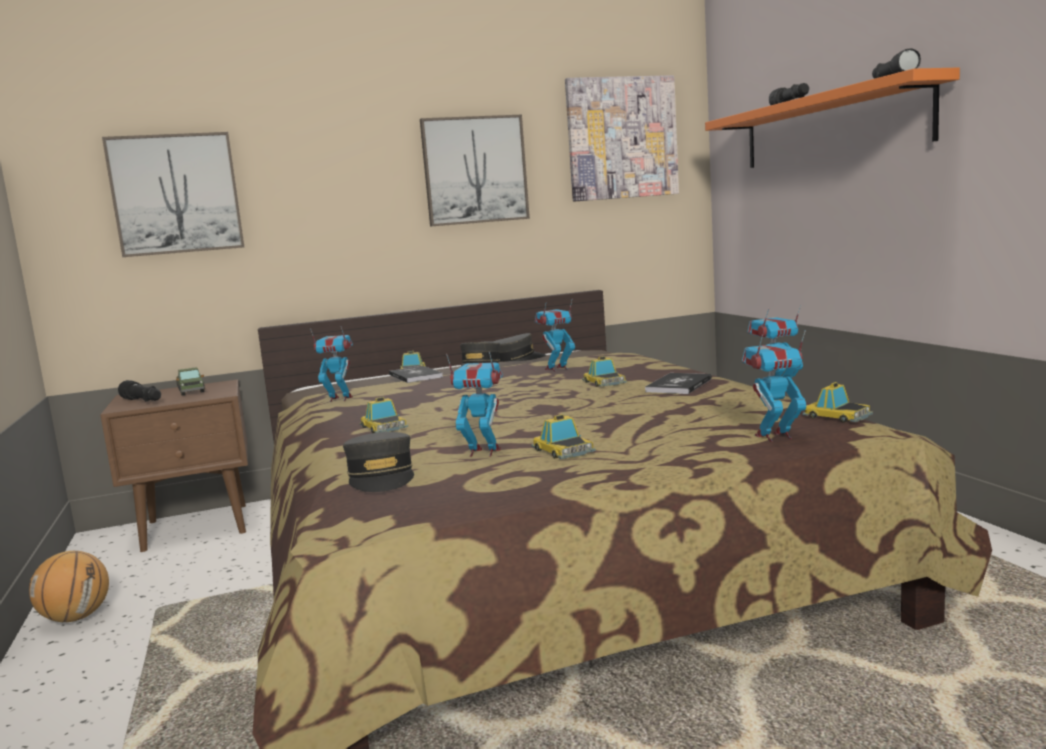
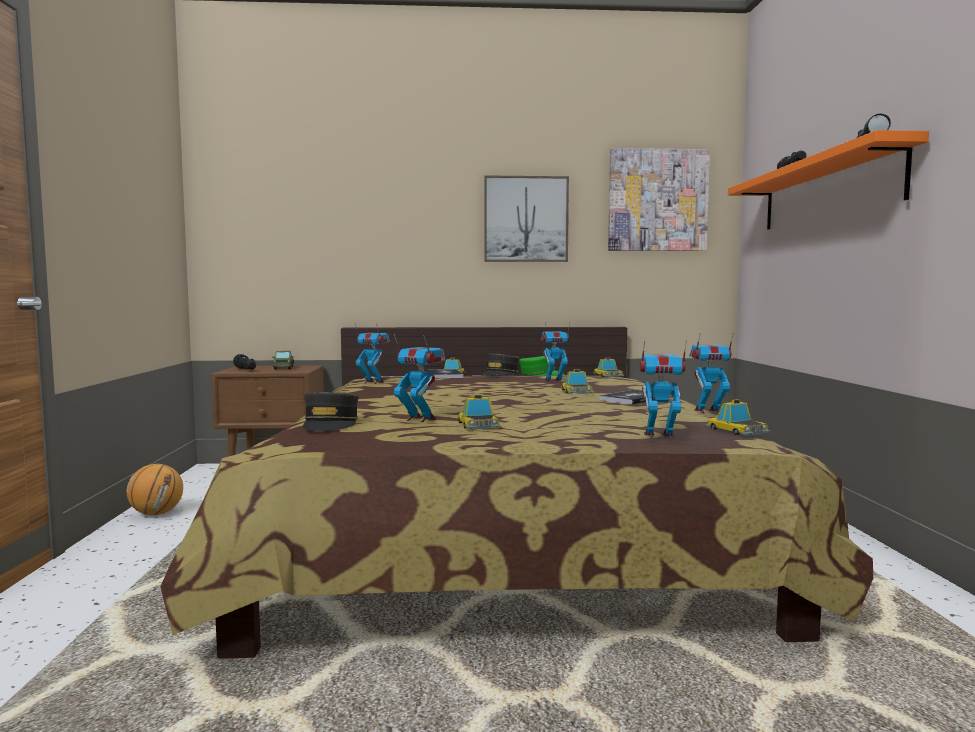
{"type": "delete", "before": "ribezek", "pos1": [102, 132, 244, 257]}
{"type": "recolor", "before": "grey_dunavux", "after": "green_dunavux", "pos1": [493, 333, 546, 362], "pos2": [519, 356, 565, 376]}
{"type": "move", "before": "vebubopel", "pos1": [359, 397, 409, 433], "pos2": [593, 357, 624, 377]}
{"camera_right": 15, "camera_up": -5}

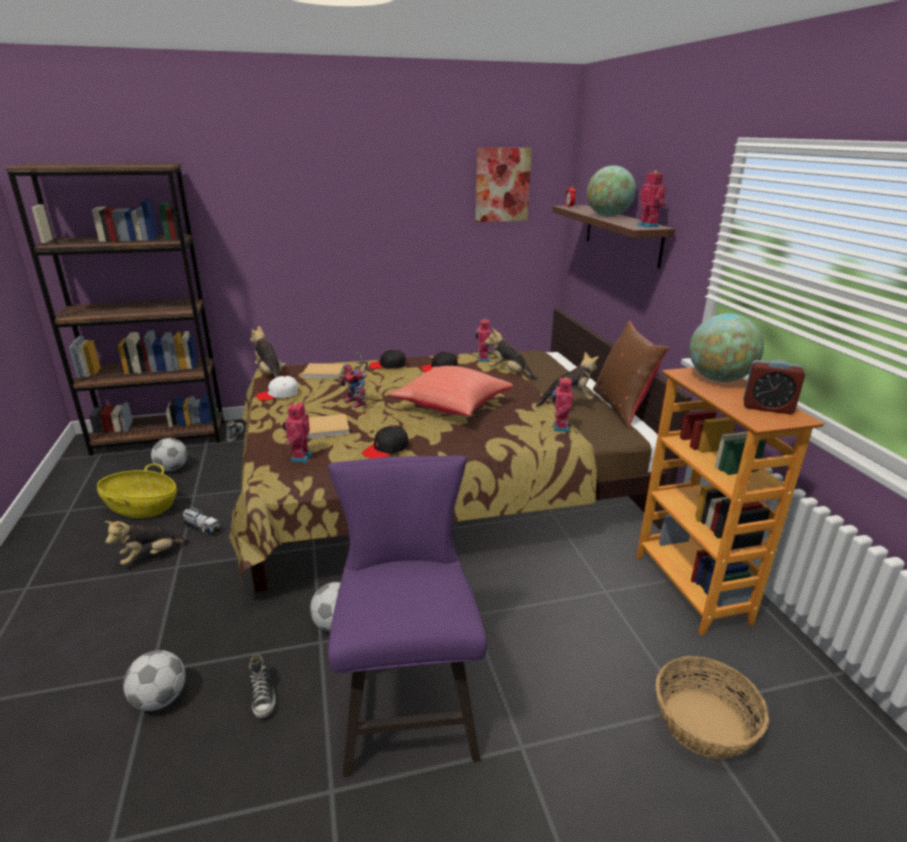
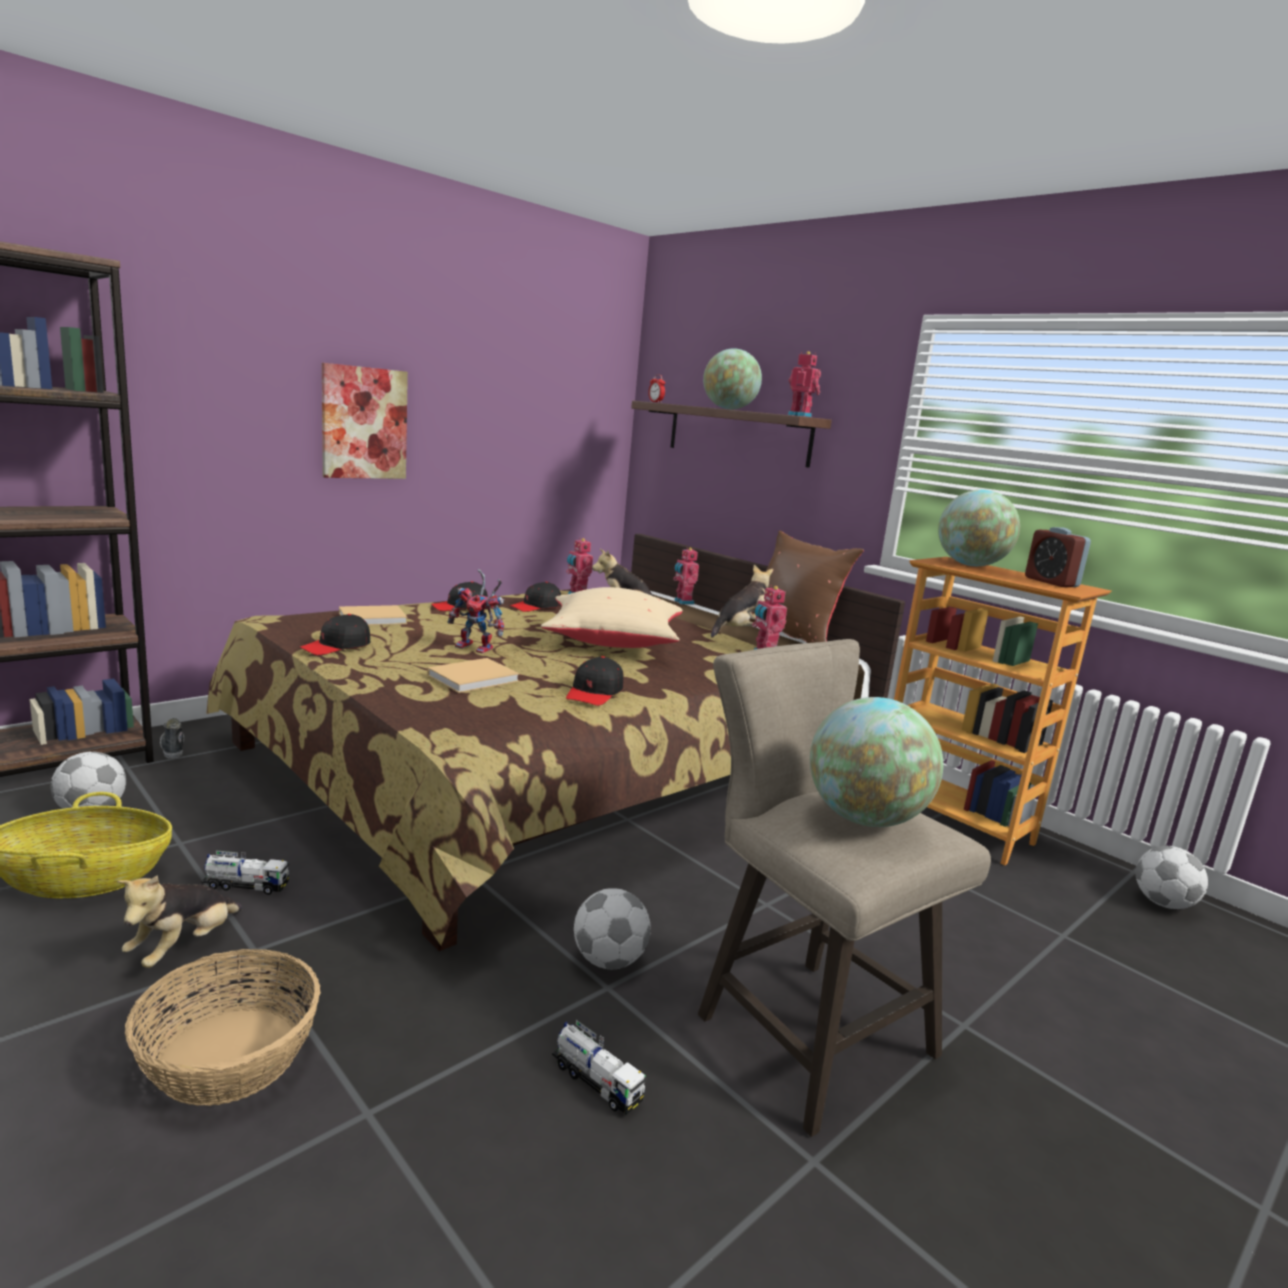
{"type": "move", "before": "ribezek", "pos1": [475, 148, 532, 222], "pos2": [322, 363, 408, 479]}
{"type": "delete", "before": "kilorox", "pos1": [250, 326, 286, 377]}
{"type": "rotate", "before": "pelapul", "pos1": [743, 360, 805, 414], "pos2": [1025, 527, 1091, 587], "turn": 75}
{"type": "recolor", "before": "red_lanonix", "after": "beige_lanonix", "pos1": [388, 366, 513, 416], "pos2": [541, 587, 683, 648]}
{"type": "recolor", "before": "white_dunavux", "after": "black_dunavux", "pos1": [256, 376, 299, 401], "pos2": [300, 614, 370, 655]}
{"type": "move", "before": "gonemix", "pos1": [283, 400, 312, 462], "pos2": [673, 547, 699, 605]}
{"type": "recolor", "before": "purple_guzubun", "after": "beige_guzubun", "pos1": [328, 456, 487, 777], "pos2": [698, 639, 991, 1137]}
{"type": "move", "before": "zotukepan", "pos1": [123, 650, 186, 711], "pos2": [1136, 846, 1208, 909]}
{"type": "replace", "before": "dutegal", "after": "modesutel", "pos1": [249, 653, 276, 718], "pos2": [552, 1020, 647, 1115]}
{"type": "move", "before": "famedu", "pos1": [655, 656, 769, 759], "pos2": [125, 949, 321, 1106]}
{"type": "insert", "after": "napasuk", "pos2": [810, 697, 943, 827]}
{"camera_right": -30, "camera_up": -10}

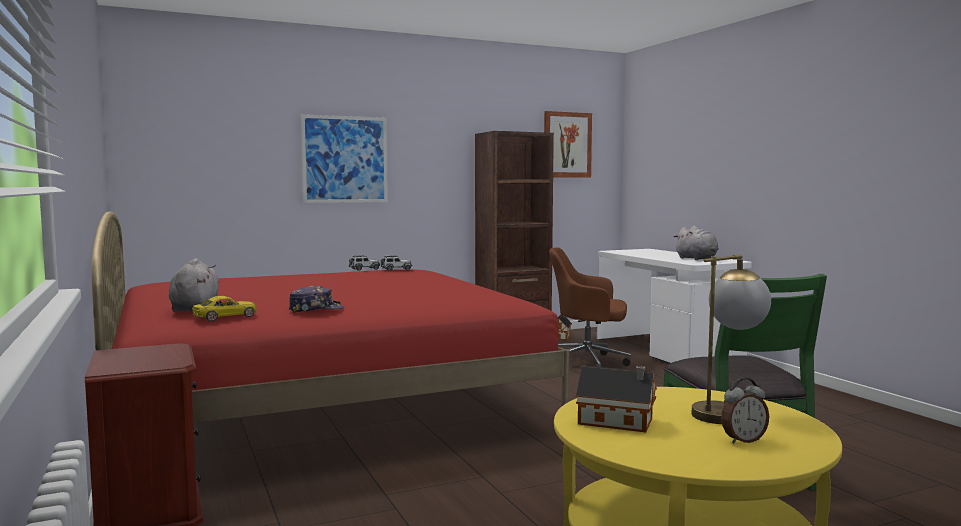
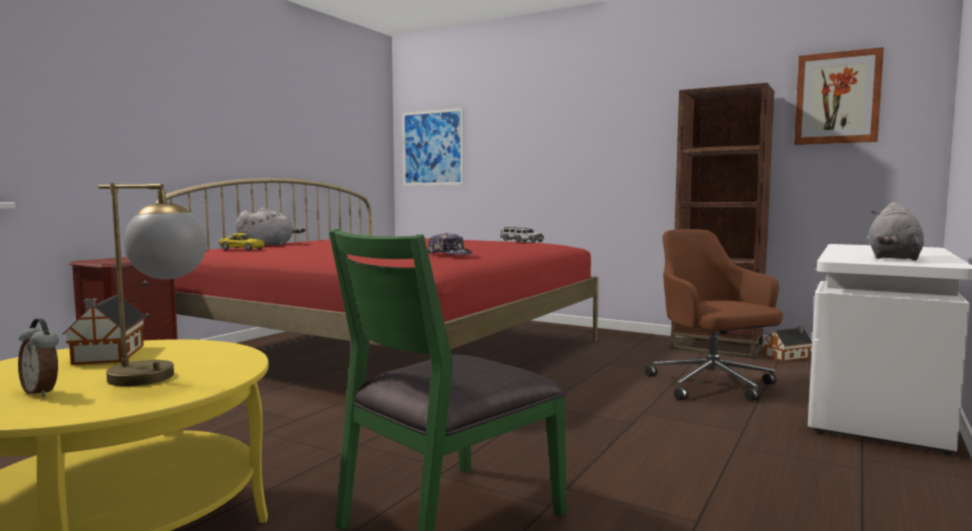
{"type": "move", "before": "ribezek", "pos1": [301, 114, 388, 203], "pos2": [402, 108, 464, 186]}
{"type": "move", "before": "dunavux", "pos1": [289, 286, 344, 313], "pos2": [428, 233, 472, 255]}
{"camera_right": 55, "camera_up": 0}

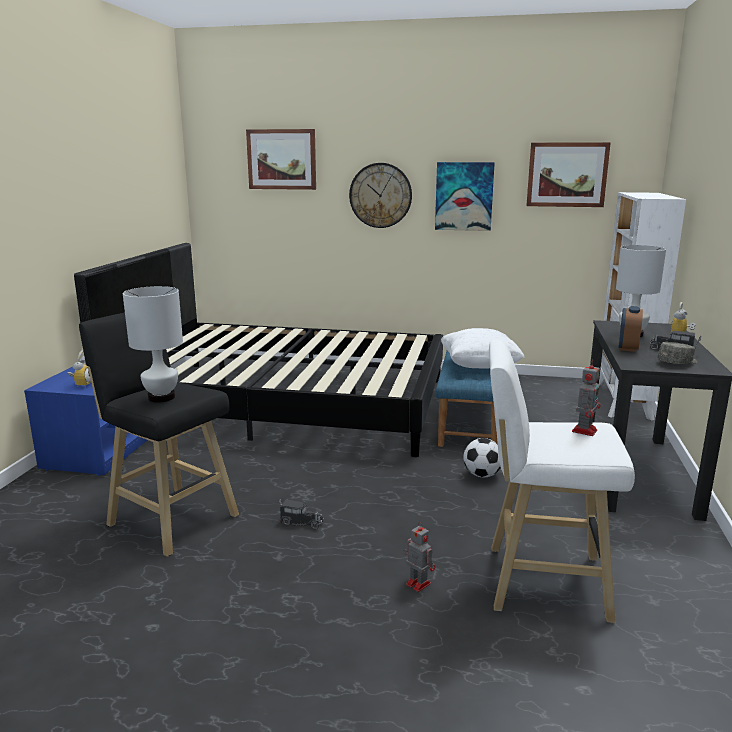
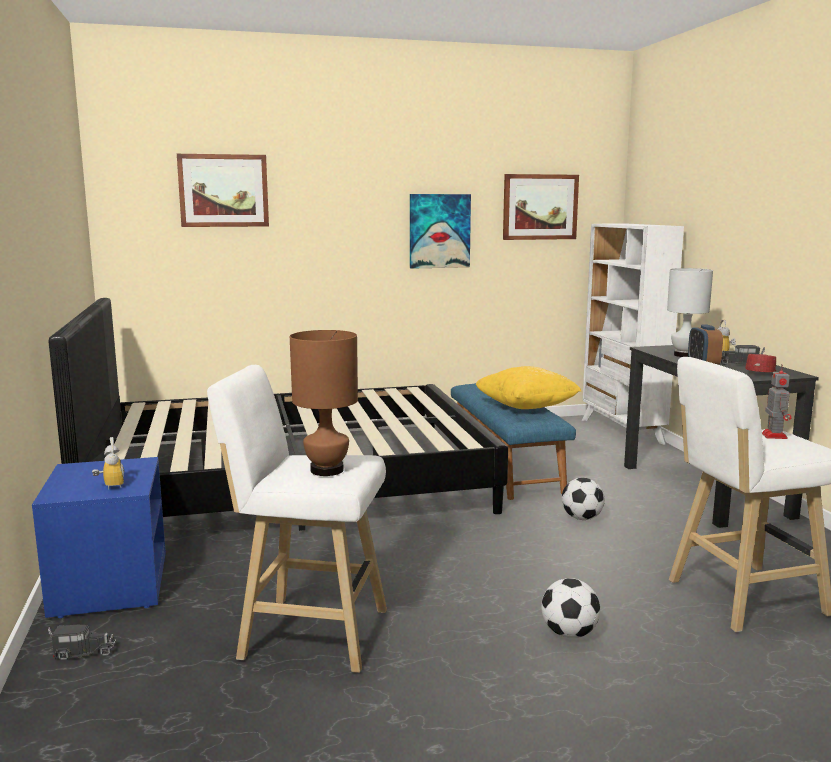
{"type": "delete", "before": "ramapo", "pos1": [349, 163, 412, 228]}
{"type": "recolor", "before": "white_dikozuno", "after": "brown_dikozuno", "pos1": [123, 286, 183, 403], "pos2": [290, 330, 358, 476]}
{"type": "recolor", "before": "black_guzubun", "after": "white_guzubun", "pos1": [79, 313, 239, 557], "pos2": [207, 365, 387, 673]}
{"type": "recolor", "before": "white_lanonix", "after": "yellow_lanonix", "pos1": [441, 328, 525, 369], "pos2": [476, 366, 581, 409]}
{"type": "recolor", "before": "grey_dunavux", "after": "red_dunavux", "pos1": [657, 342, 697, 364], "pos2": [745, 354, 776, 372]}
{"type": "move", "before": "modesutel", "pos1": [279, 499, 324, 530], "pos2": [48, 624, 116, 661]}
{"type": "delete", "before": "gonemix", "pos1": [404, 522, 435, 592]}
{"type": "insert", "after": "zotukepan", "pos2": [541, 578, 600, 638]}
{"camera_right": -25, "camera_up": -5}

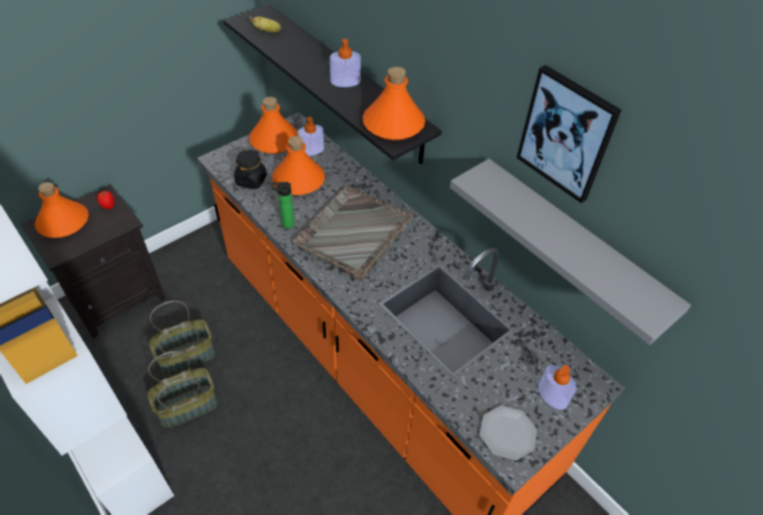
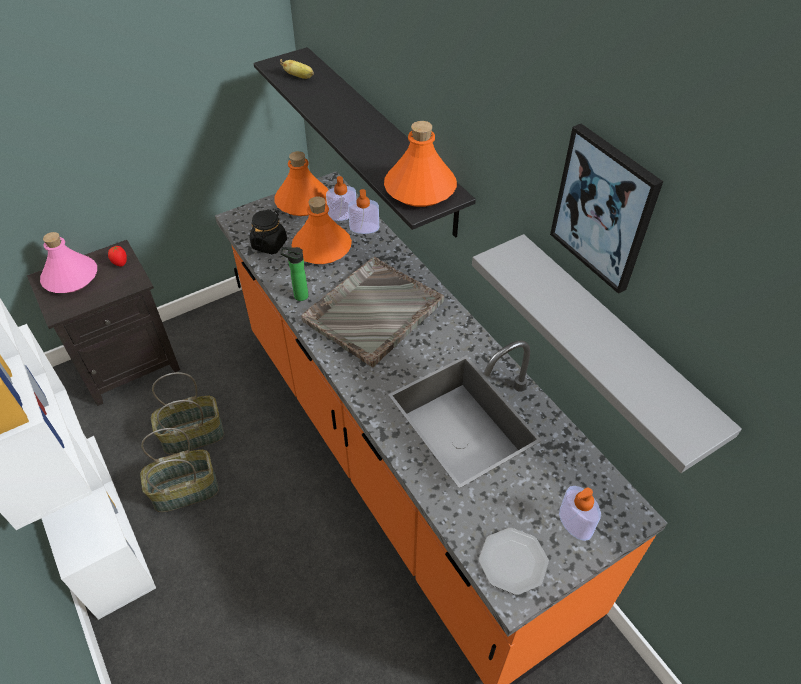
{"type": "move", "before": "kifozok", "pos1": [330, 39, 361, 87], "pos2": [348, 189, 379, 234]}
{"type": "recolor", "before": "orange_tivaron", "after": "pink_tivaron", "pos1": [35, 182, 89, 238], "pos2": [40, 232, 97, 293]}
{"camera_right": 10, "camera_up": 0}

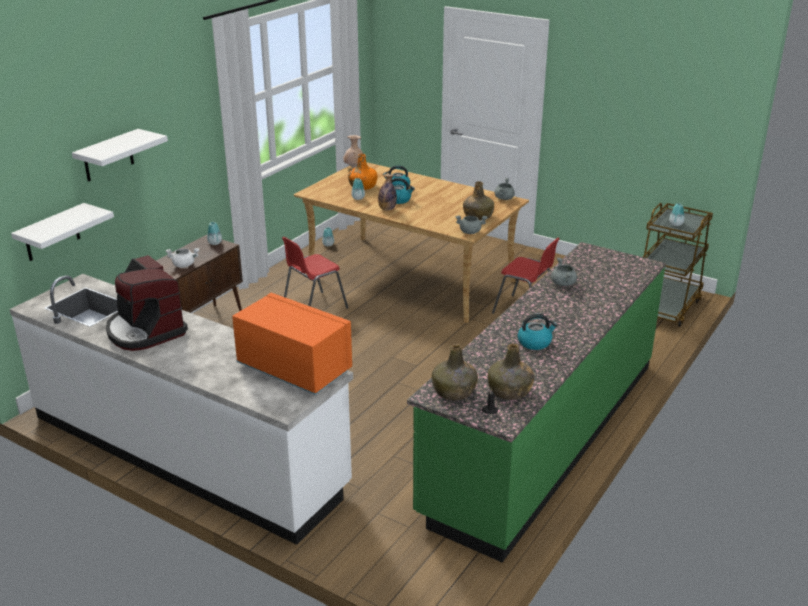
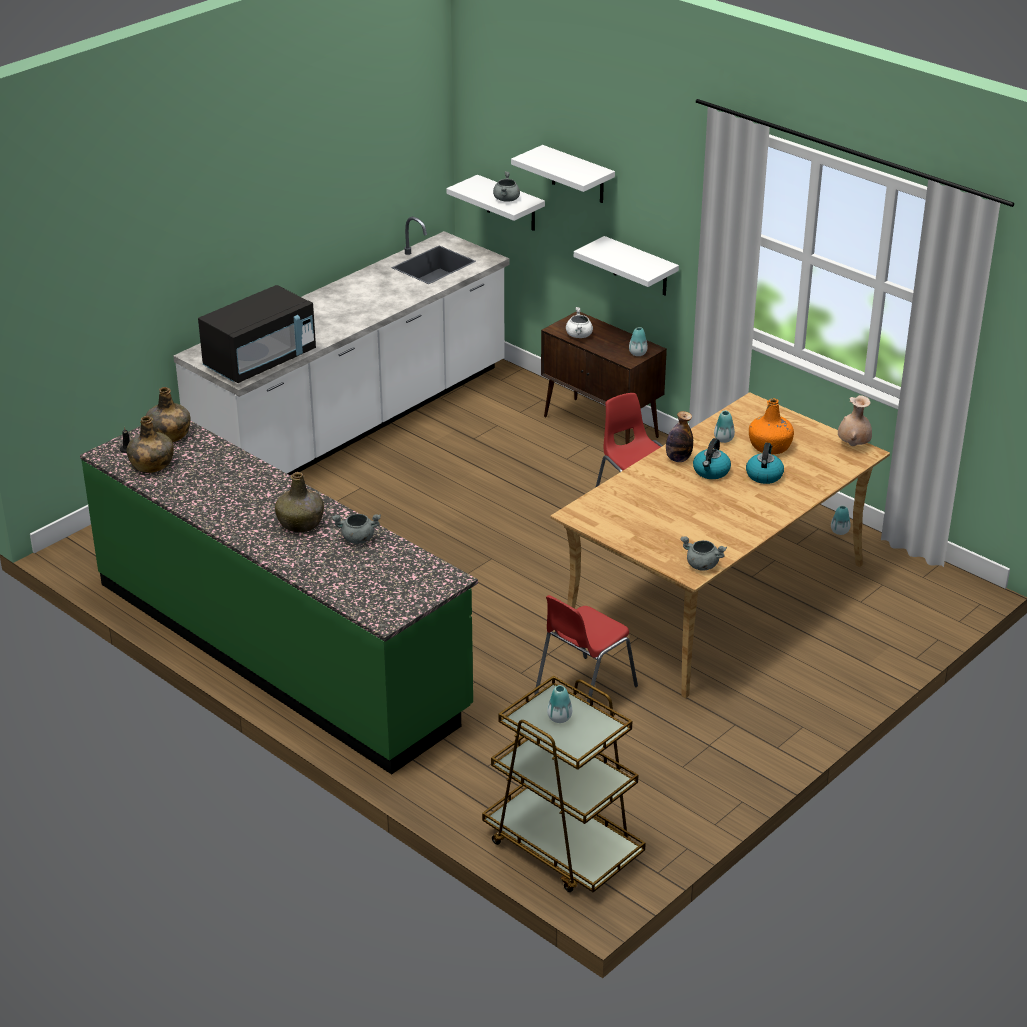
{"type": "move", "before": "green_tivaron", "pos1": [463, 181, 494, 220], "pos2": [275, 472, 324, 532]}
{"type": "move", "before": "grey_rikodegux", "pos1": [456, 215, 488, 234], "pos2": [493, 171, 520, 202]}
{"type": "delete", "before": "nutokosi", "pos1": [106, 255, 188, 351]}
{"type": "recolor", "before": "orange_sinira", "after": "black_sinira", "pos1": [232, 293, 352, 395], "pos2": [198, 285, 316, 383]}
{"type": "delete", "before": "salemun", "pos1": [518, 314, 558, 350]}
{"type": "insert", "after": "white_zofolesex", "pos2": [574, 236, 679, 296]}
{"camera_right": 100, "camera_up": 5}

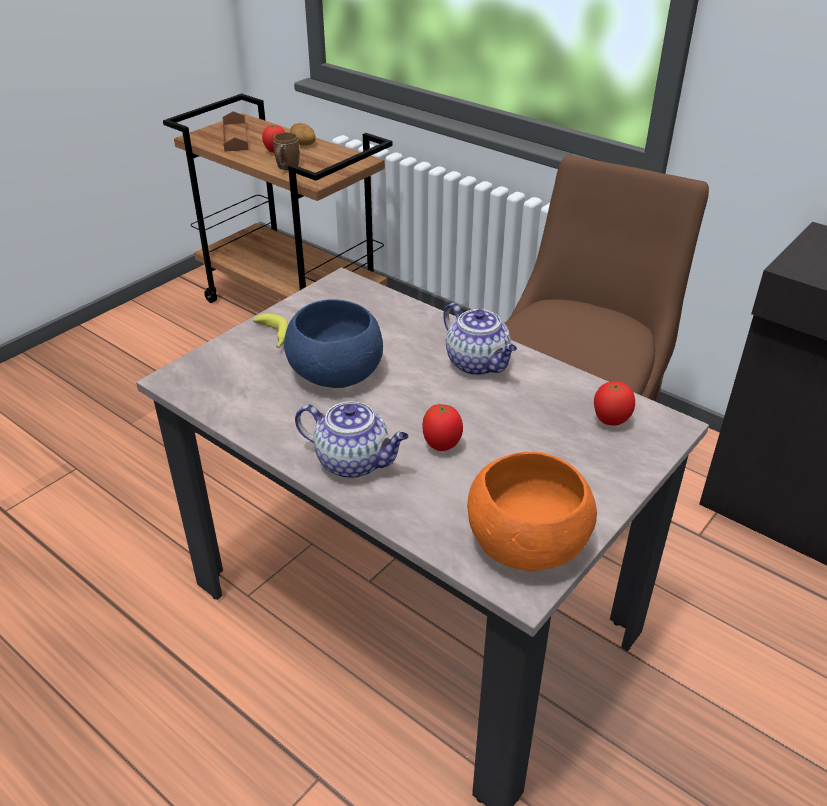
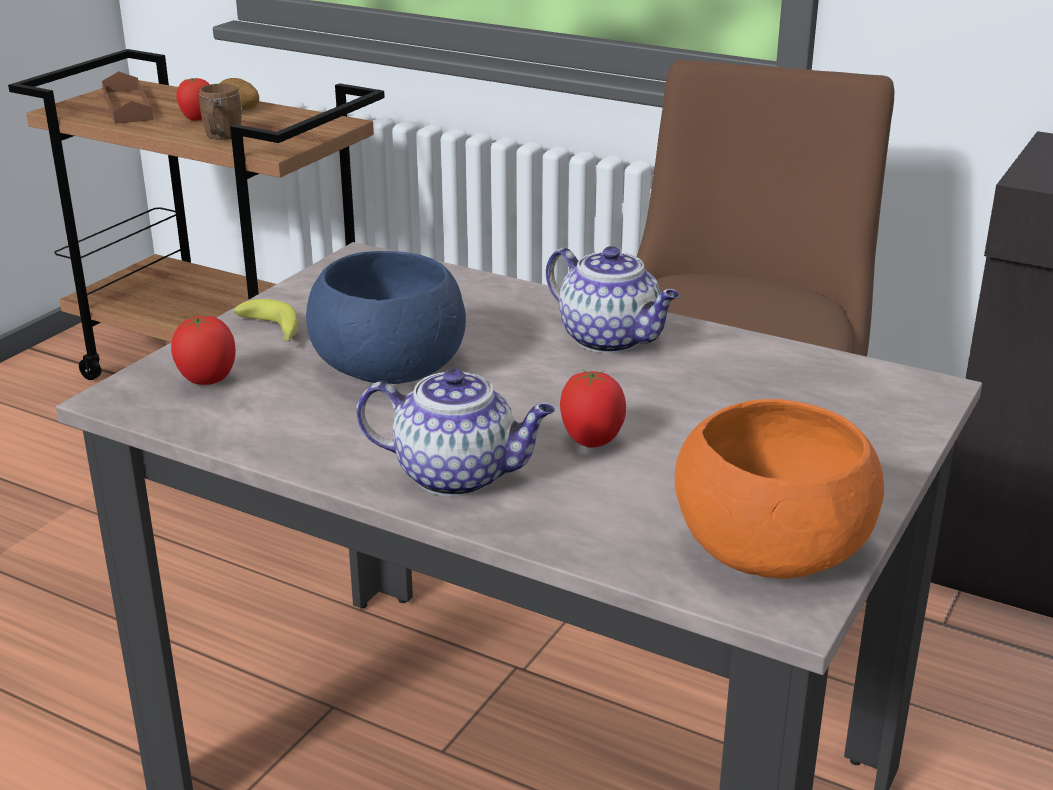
{"type": "move", "before": "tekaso", "pos1": [594, 381, 635, 426], "pos2": [171, 316, 236, 385]}
{"camera_right": -10, "camera_up": -10}

